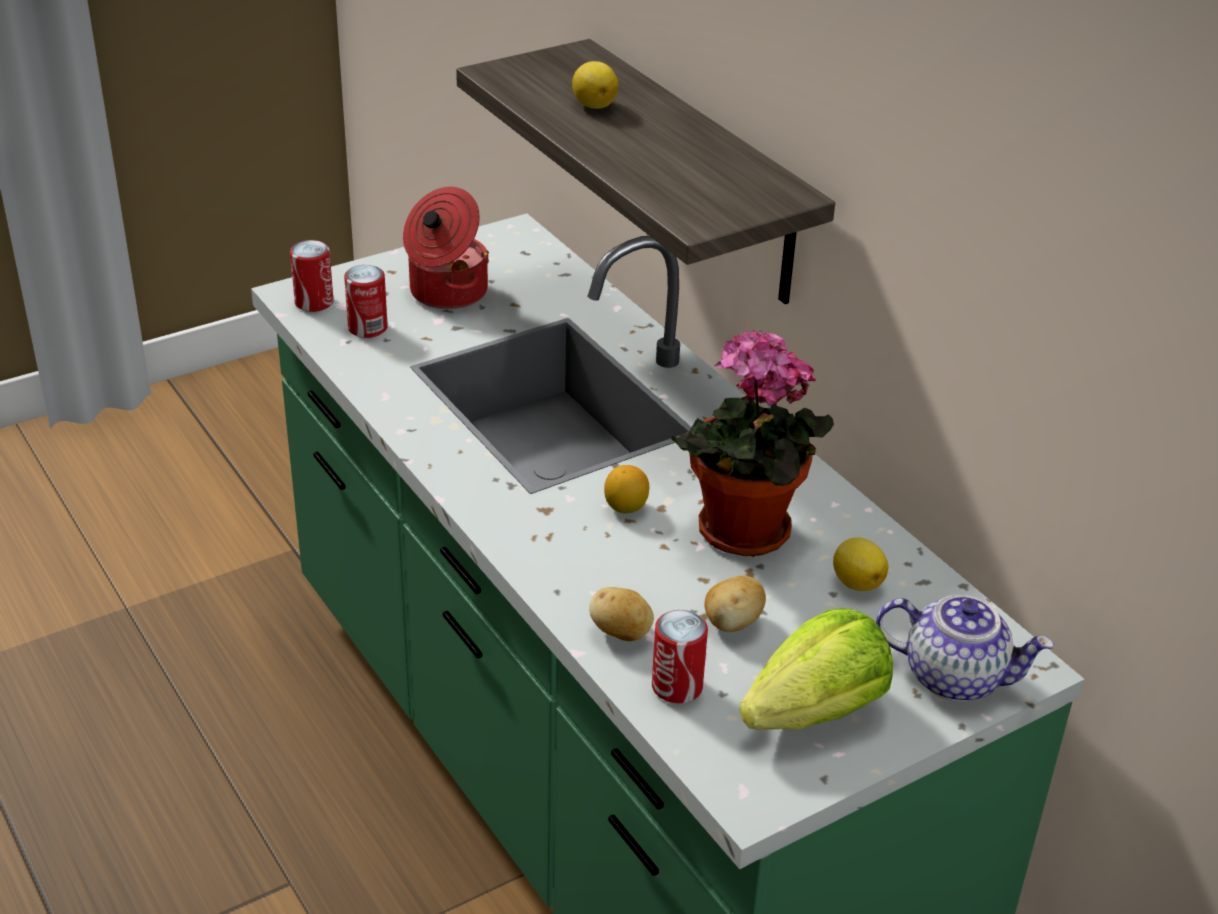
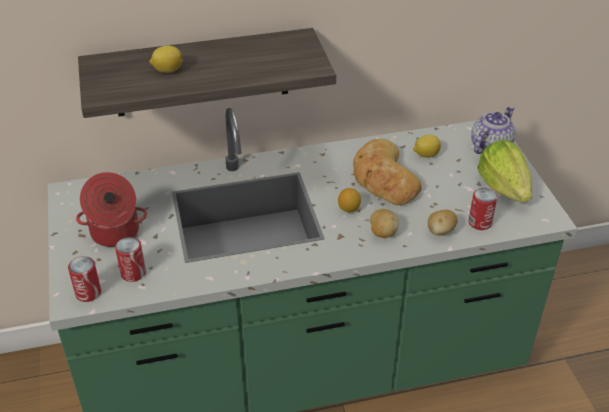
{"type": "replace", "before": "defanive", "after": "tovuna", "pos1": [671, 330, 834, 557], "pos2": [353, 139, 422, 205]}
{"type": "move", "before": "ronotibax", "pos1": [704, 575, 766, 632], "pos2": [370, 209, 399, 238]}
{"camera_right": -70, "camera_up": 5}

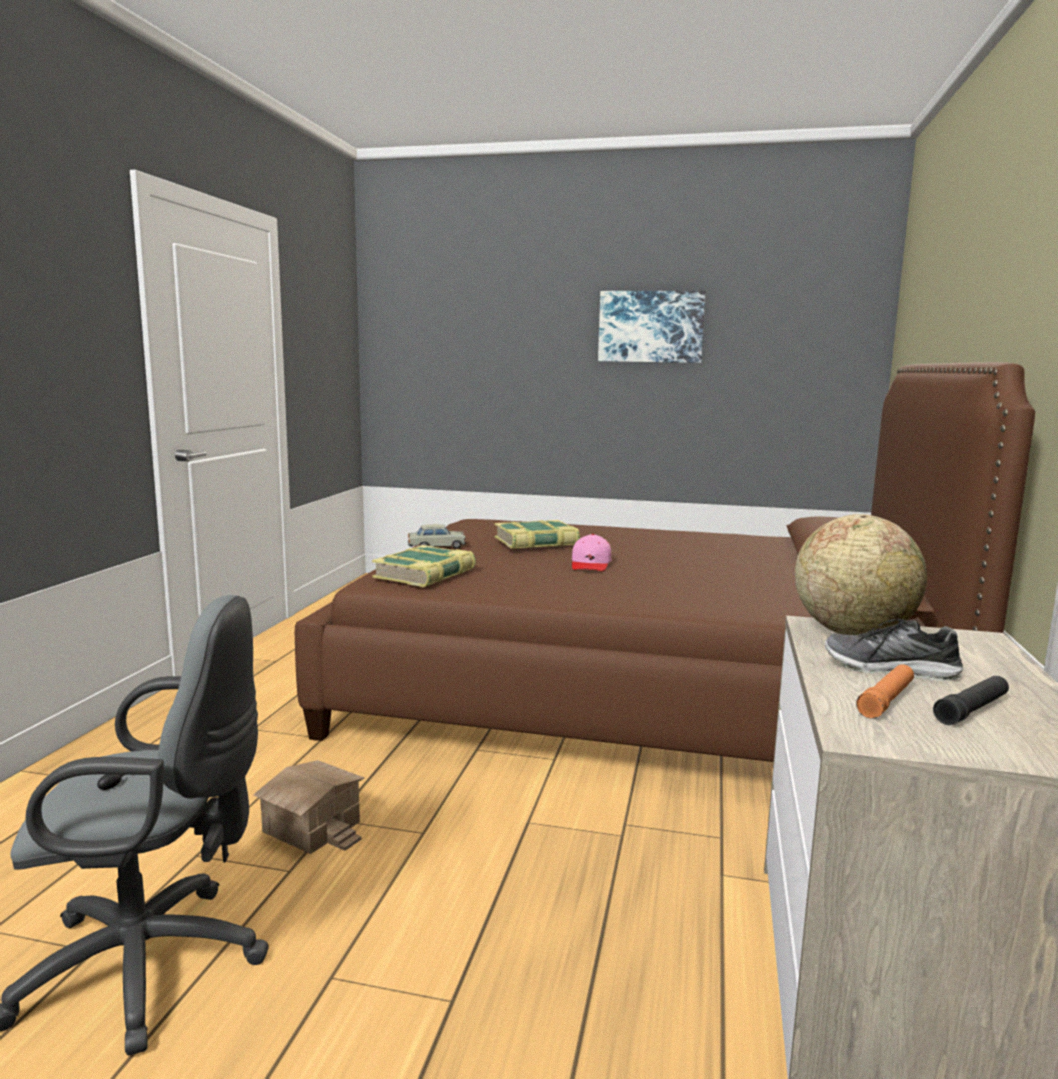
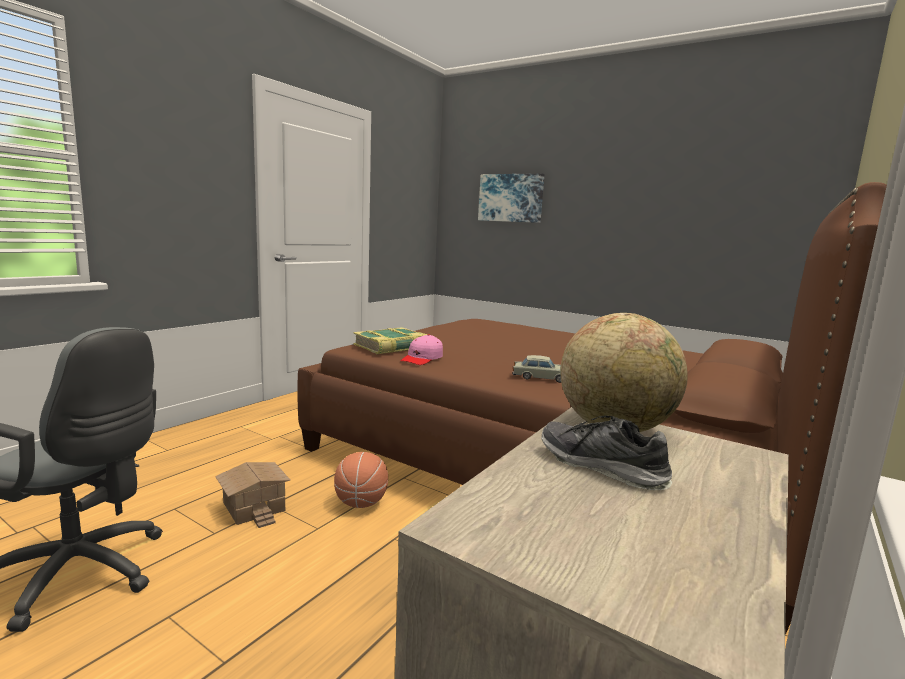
{"type": "move", "before": "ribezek", "pos1": [598, 291, 706, 363], "pos2": [478, 173, 545, 223]}
{"type": "delete", "before": "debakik", "pos1": [495, 520, 580, 549]}
{"type": "move", "before": "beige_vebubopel", "pos1": [408, 524, 466, 549], "pos2": [512, 355, 561, 383]}
{"type": "move", "before": "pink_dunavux", "pos1": [572, 534, 611, 571], "pos2": [400, 334, 443, 365]}
{"type": "delete", "before": "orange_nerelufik", "pos1": [856, 664, 914, 719]}
{"type": "delete", "before": "black_nerelufik", "pos1": [933, 676, 1009, 725]}
{"type": "insert", "after": "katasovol", "pos2": [334, 452, 388, 508]}
{"camera_right": 20, "camera_up": 0}

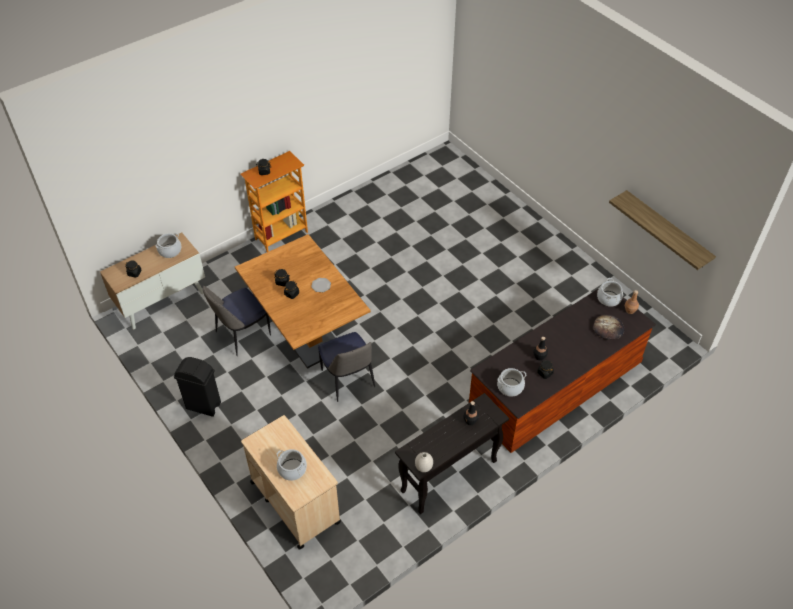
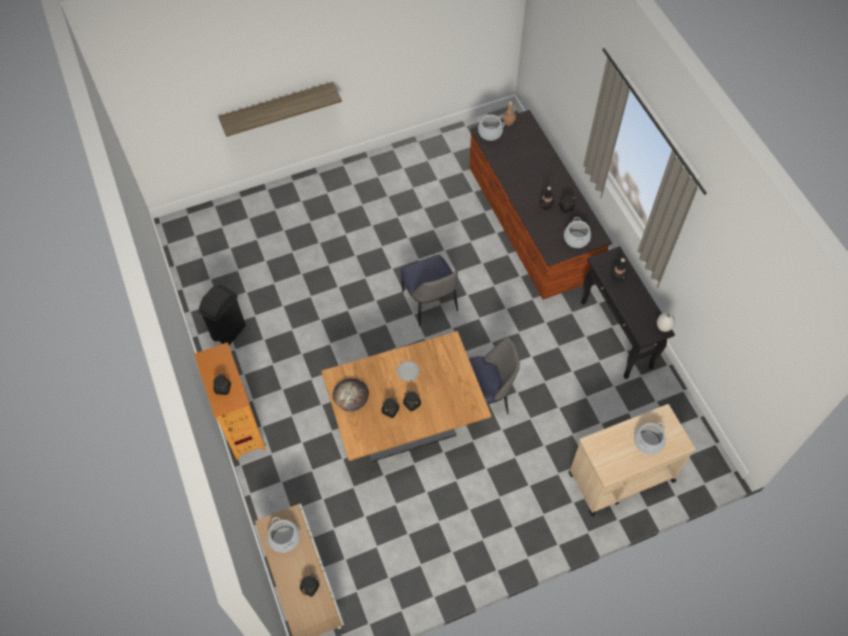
{"type": "move", "before": "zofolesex", "pos1": [609, 190, 716, 270], "pos2": [218, 82, 342, 137]}
{"type": "move", "before": "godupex", "pos1": [203, 286, 271, 356], "pos2": [400, 255, 458, 326]}
{"type": "move", "before": "tovuna", "pos1": [593, 315, 624, 340], "pos2": [333, 378, 369, 412]}
{"type": "move", "before": "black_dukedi", "pos1": [174, 357, 221, 417], "pos2": [199, 285, 246, 345]}
{"camera_right": -75, "camera_up": 10}

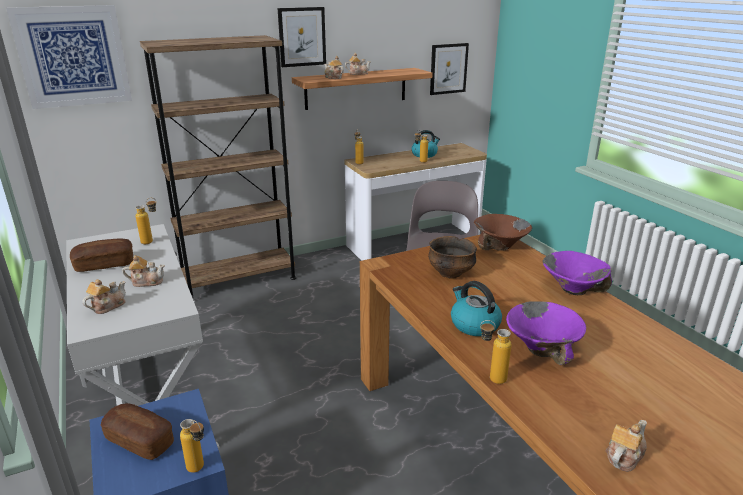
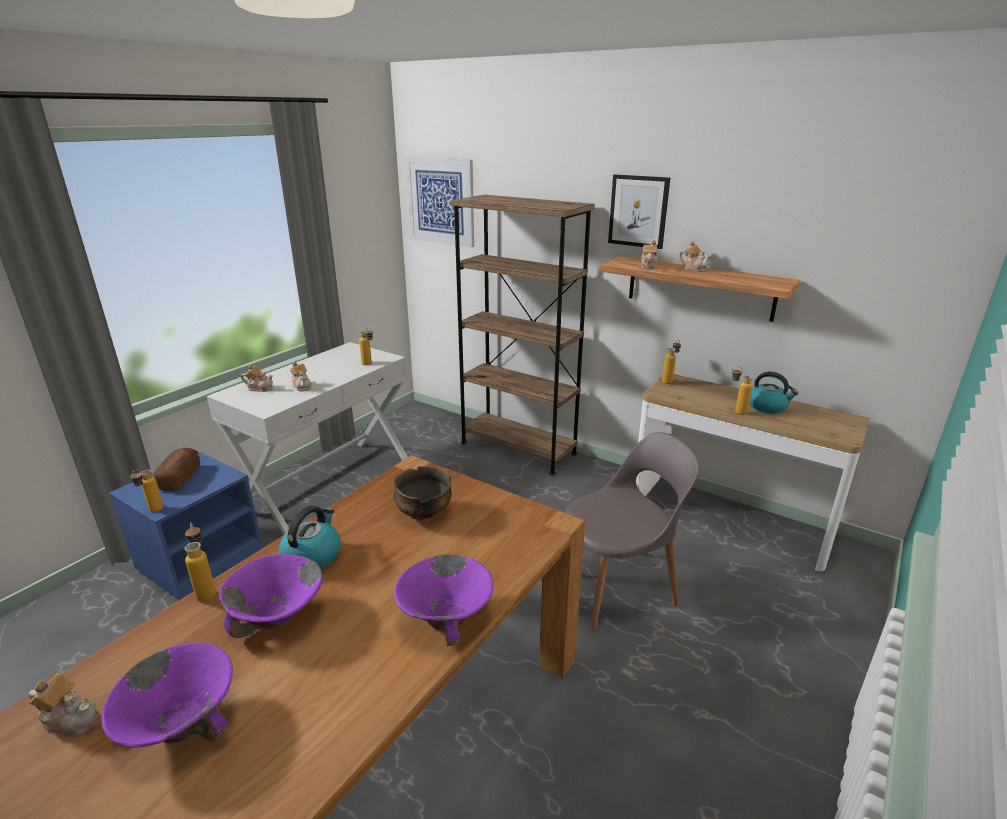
{"type": "delete", "before": "ribezek", "pos1": [430, 43, 469, 95]}
{"type": "delete", "before": "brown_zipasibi", "pos1": [474, 214, 532, 251]}
{"type": "delete", "before": "tovuna", "pos1": [70, 239, 133, 272]}
{"type": "insert", "after": "purple_zipasibi", "pos2": [101, 643, 233, 748]}
{"camera_right": 60, "camera_up": 0}

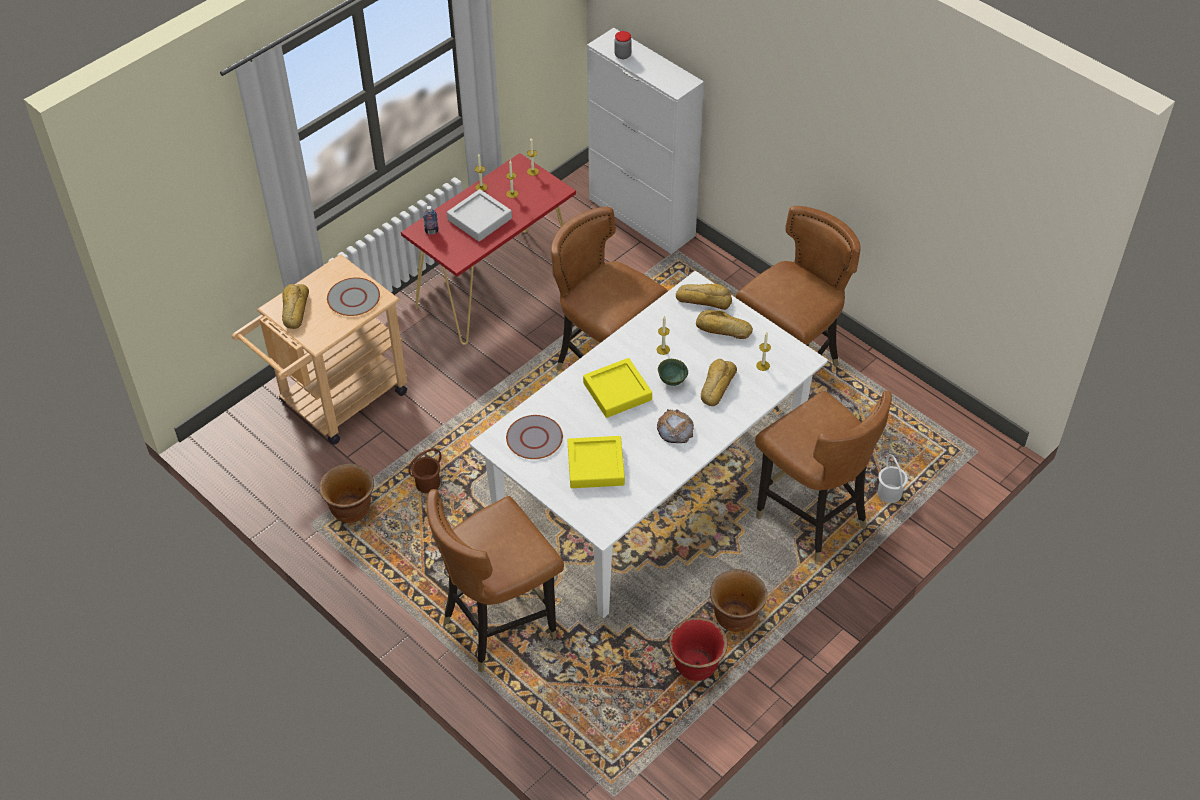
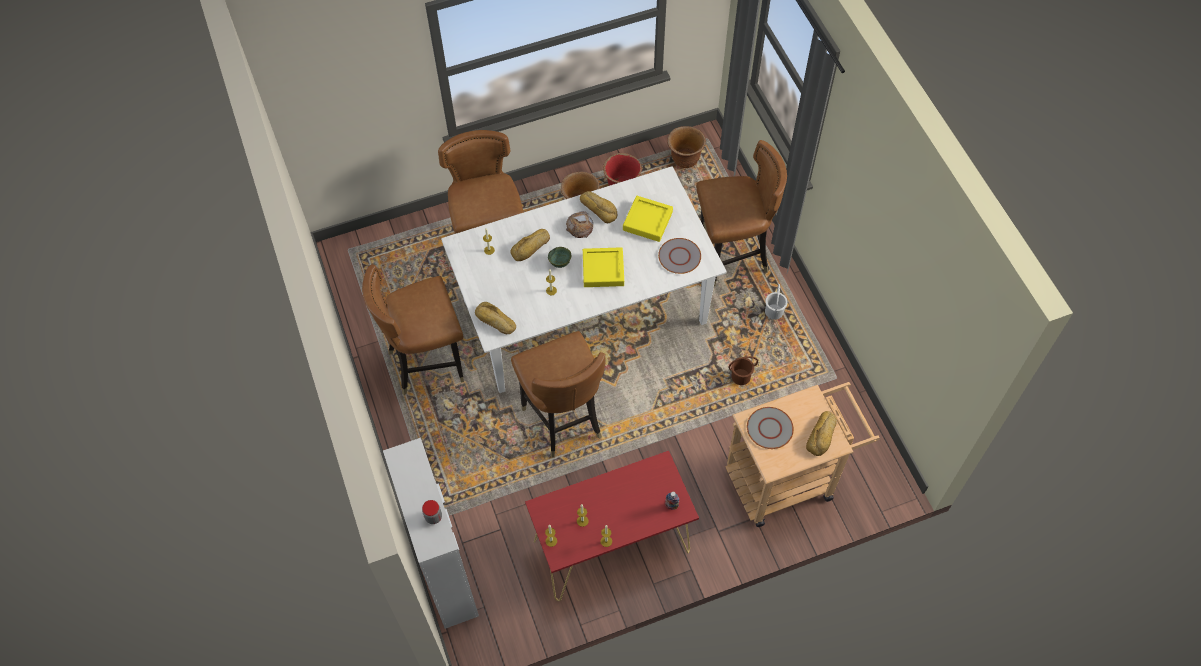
{"type": "delete", "before": "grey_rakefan", "pos1": [447, 189, 512, 241]}
{"type": "move", "before": "tovuna", "pos1": [696, 310, 753, 339], "pos2": [580, 191, 617, 223]}
{"type": "move", "before": "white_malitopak", "pos1": [877, 454, 908, 503], "pos2": [765, 284, 788, 320]}
{"type": "move", "before": "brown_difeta", "pos1": [319, 463, 374, 523], "pos2": [667, 126, 706, 168]}
{"camera_right": -155, "camera_up": 10}

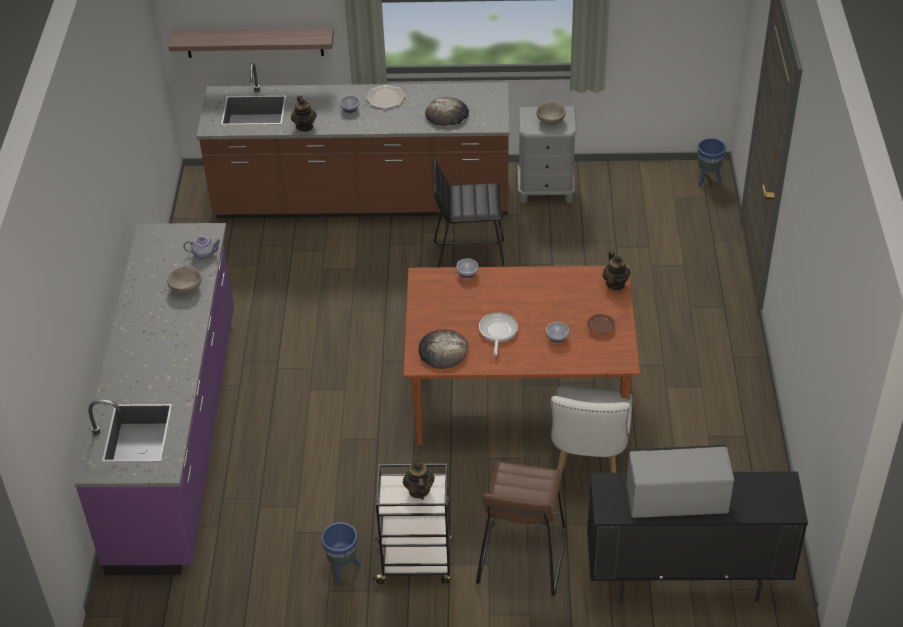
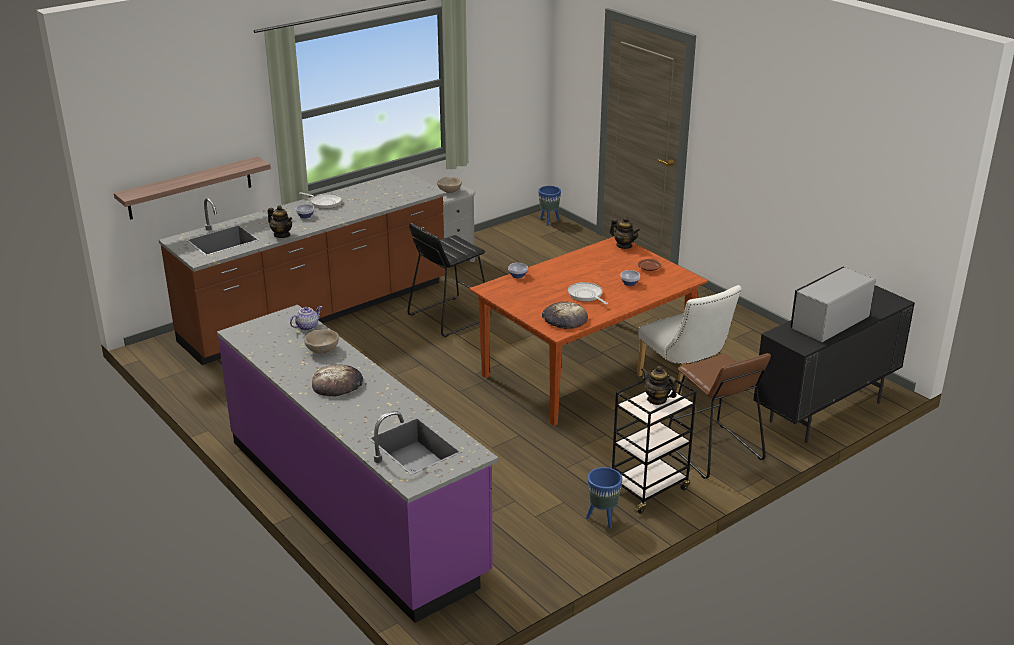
{"type": "replace", "before": "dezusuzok", "after": "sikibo", "pos1": [366, 85, 405, 109], "pos2": [299, 192, 342, 209]}
{"type": "move", "before": "tovuna", "pos1": [425, 97, 469, 126], "pos2": [312, 365, 363, 397]}
{"camera_right": -40, "camera_up": -15}

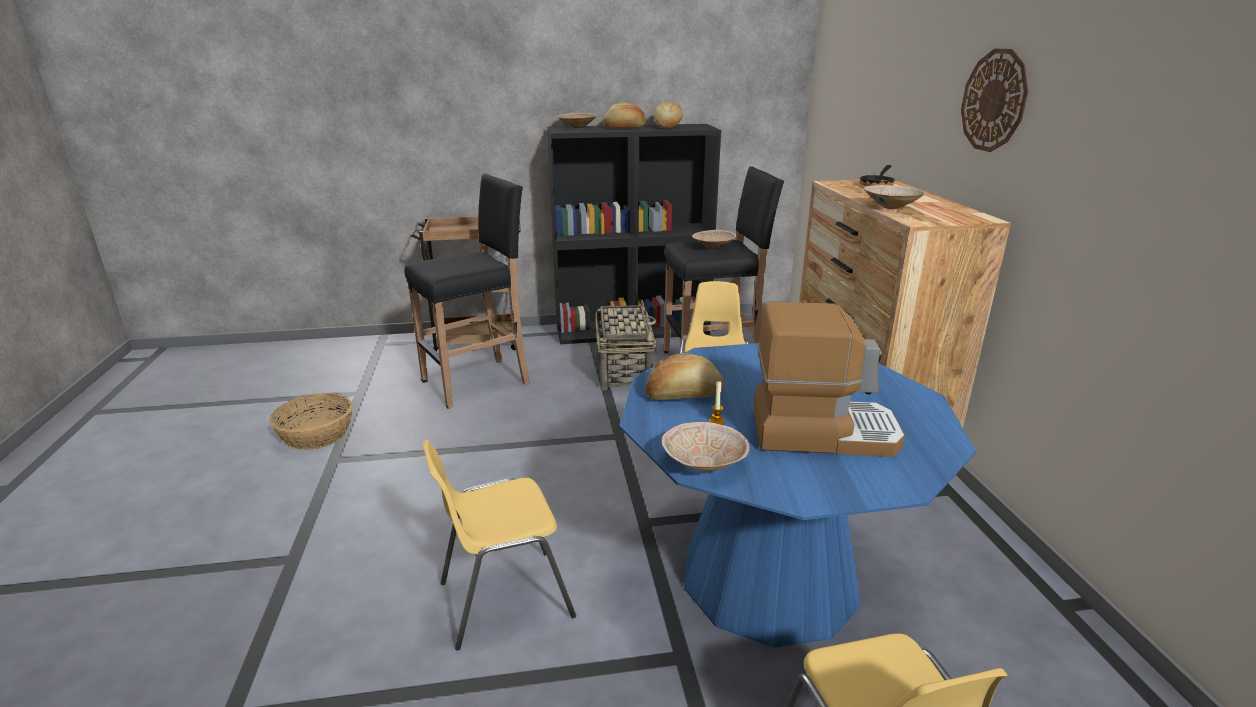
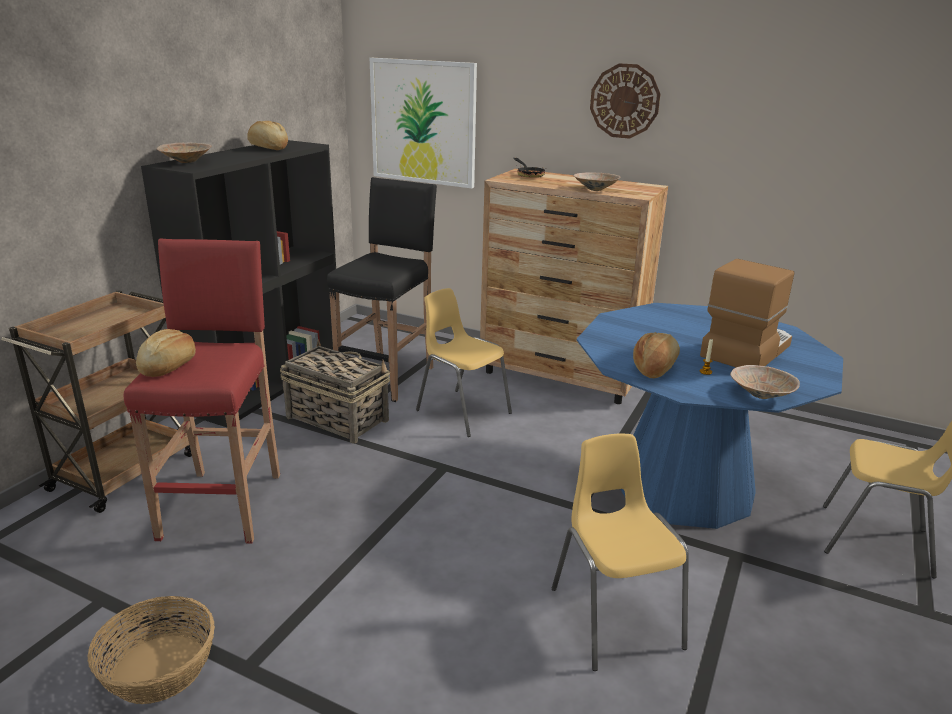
{"type": "move", "before": "tovuna", "pos1": [603, 103, 646, 129], "pos2": [136, 329, 196, 377]}
{"type": "recolor", "before": "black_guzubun", "after": "red_guzubun", "pos1": [404, 174, 530, 409], "pos2": [124, 238, 280, 543]}
{"type": "delete", "before": "beige_zipasibi", "pos1": [692, 230, 736, 249]}
{"type": "rotate", "before": "yellow_godupex", "pos1": [422, 440, 576, 650], "pos2": [552, 433, 689, 671], "turn": 150}
{"type": "insert", "after": "ribezek", "pos2": [370, 58, 477, 189]}
{"camera_right": -55, "camera_up": 0}

